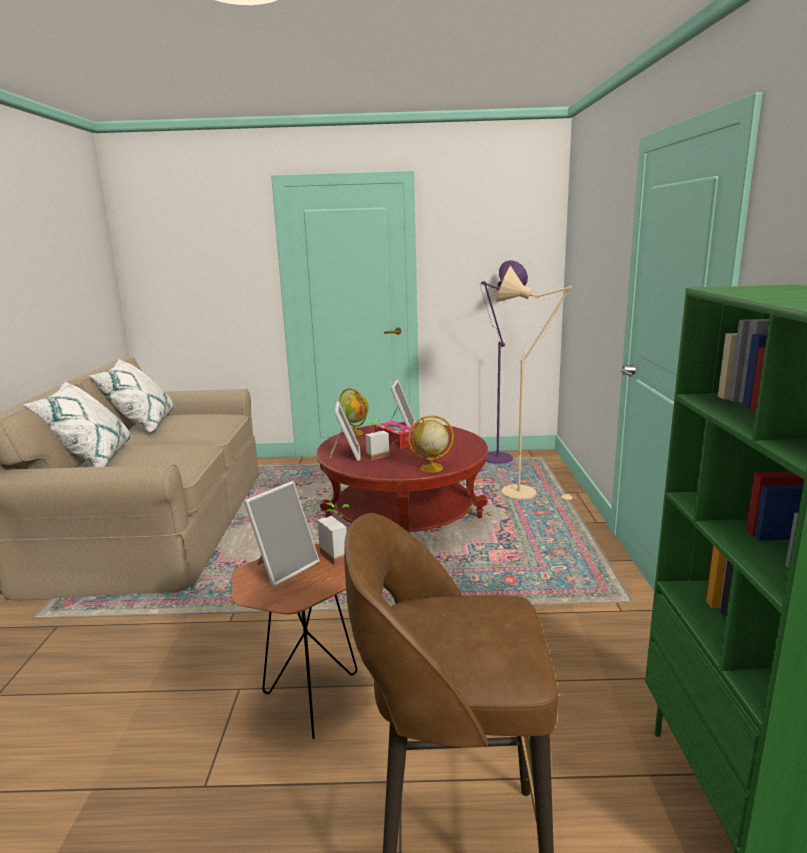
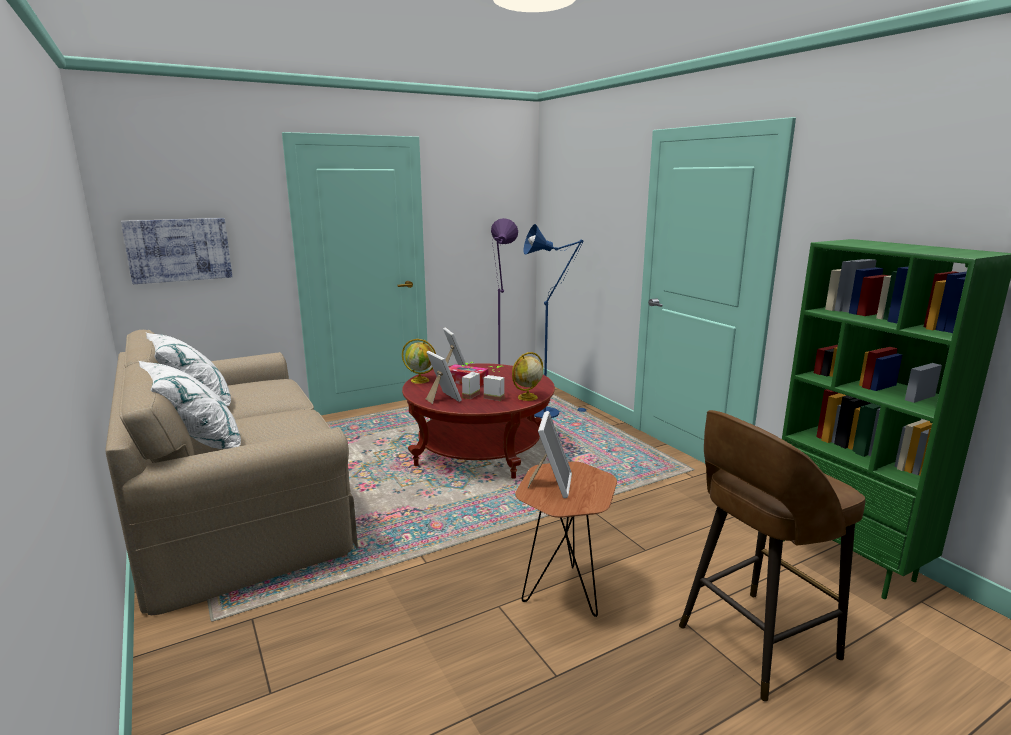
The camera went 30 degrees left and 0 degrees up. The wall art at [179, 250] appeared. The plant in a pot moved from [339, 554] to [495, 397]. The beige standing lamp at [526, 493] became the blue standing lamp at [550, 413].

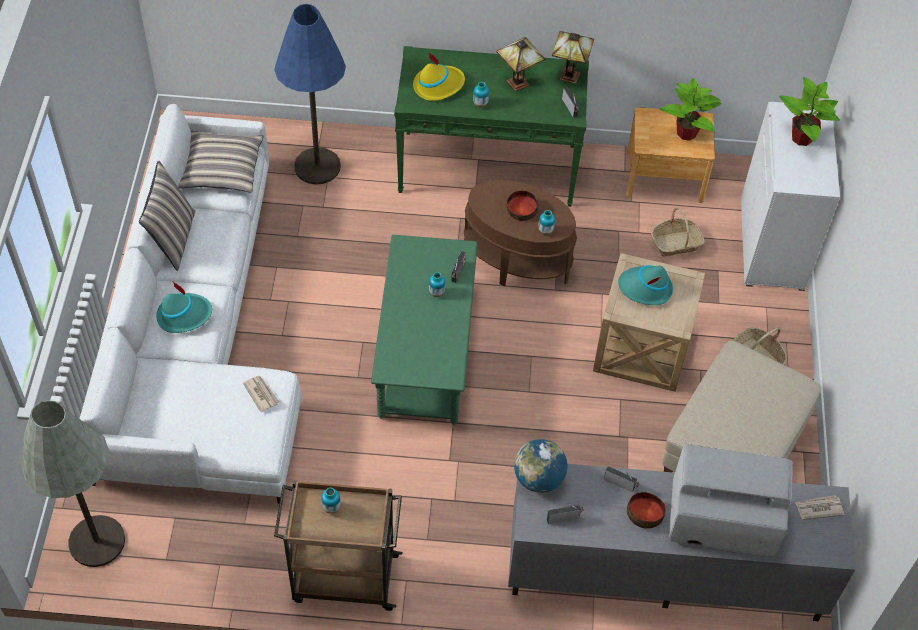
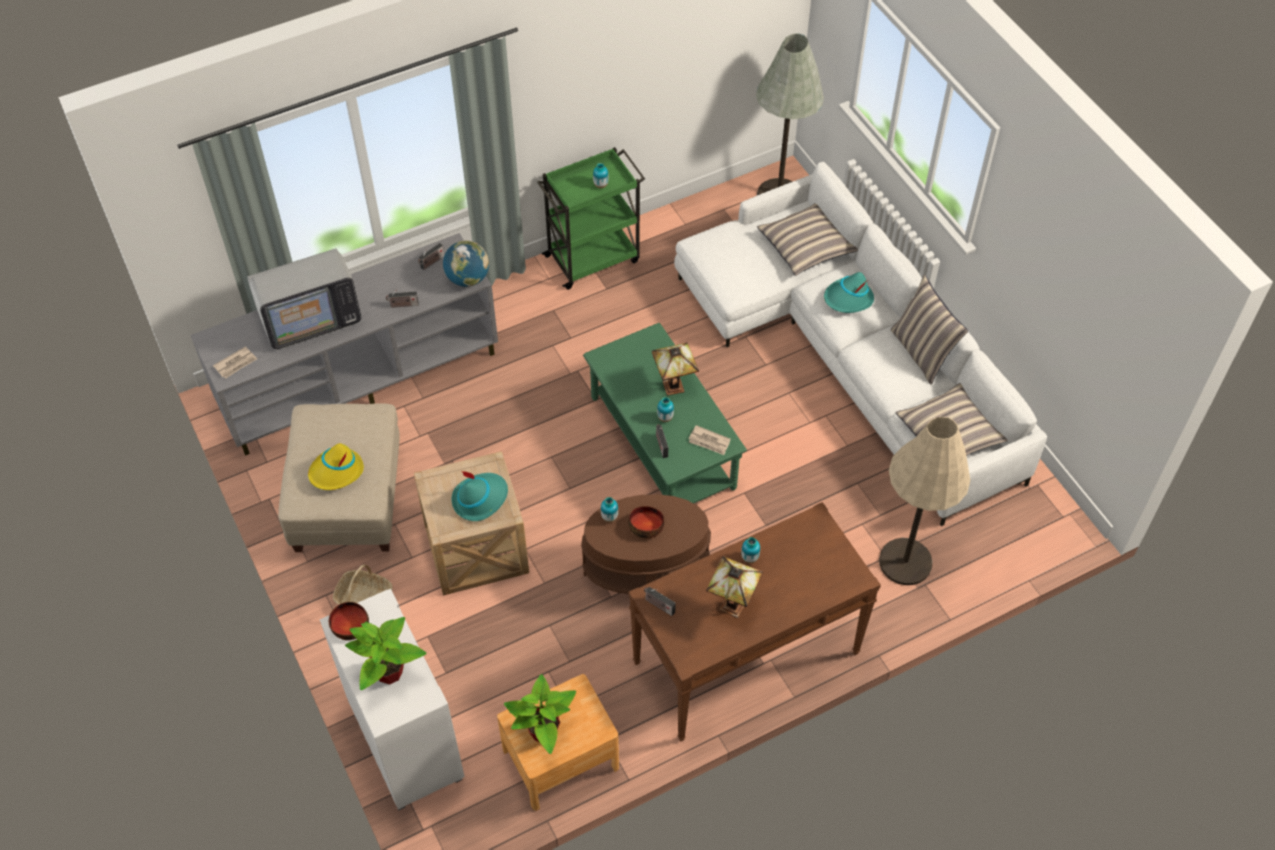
The camera went 150 degrees right and 0 degrees up. The yellow-coloured clothing hat moved from [438, 85] to [336, 472]. The serving bowl moved from [645, 514] to [349, 625]. The brown-coloured cart at [343, 578] became the greenish cart at [593, 258]. The greenish narrow table at [488, 168] became the brown-coloured narrow table at [745, 658]. The tabletop lamp moved from [568, 76] to [674, 385]. The printed paper moved from [261, 394] to [709, 442]. The throw pillow at [806, 246] appeared. The blue standing lamp at [317, 166] became the beige standing lamp at [905, 562]. The storage basket at [676, 243] disappeared.

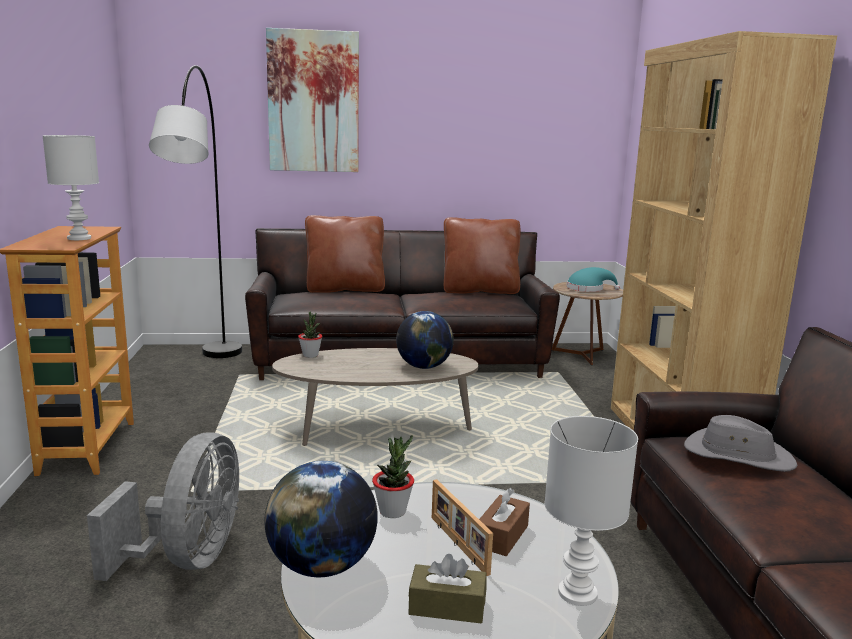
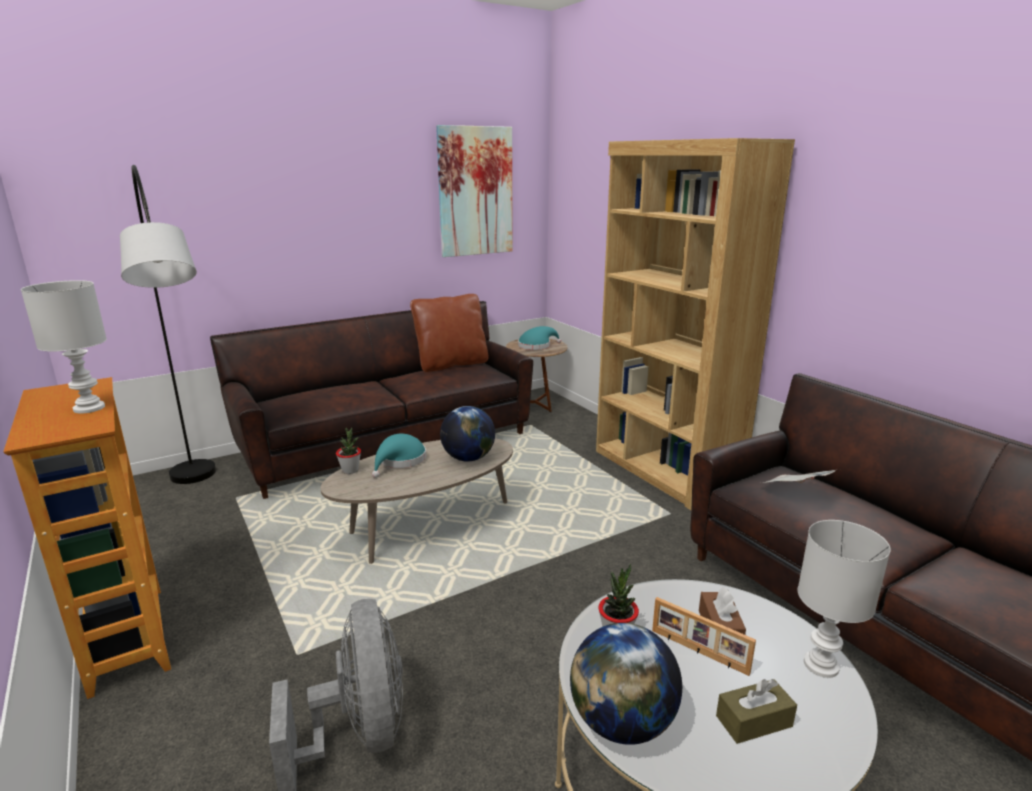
The camera went 25 degrees left and 5 degrees up. The blue-green clothing hat at [400, 461] appeared. The wall art moved from [313, 102] to [475, 192]. The gray clothing hat at [737, 455] was replaced by the printed paper at [795, 493]. The brown-coloured throw pillow at [345, 289] disappeared.

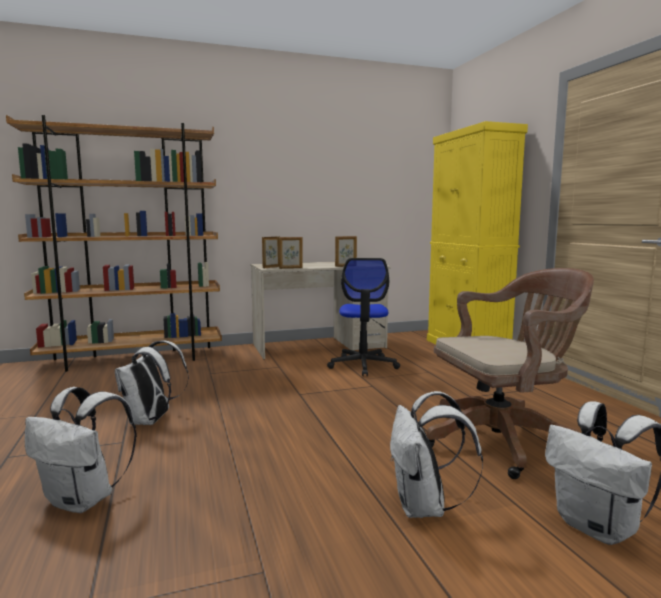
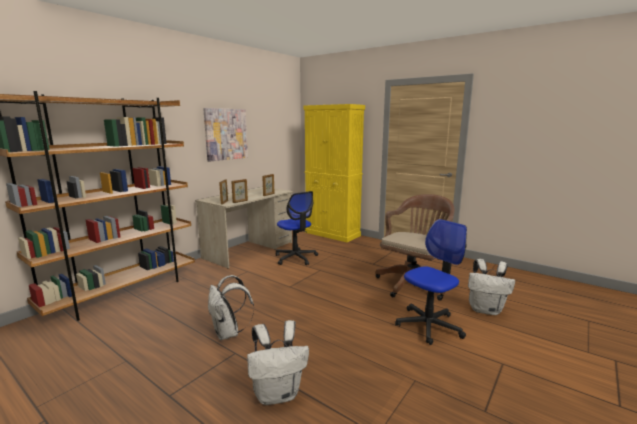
The camera went 35 degrees left and 5 degrees up. The wall art at [226, 134] appeared. The whitish knapsack at [424, 507] was replaced by the office chair at [429, 325].

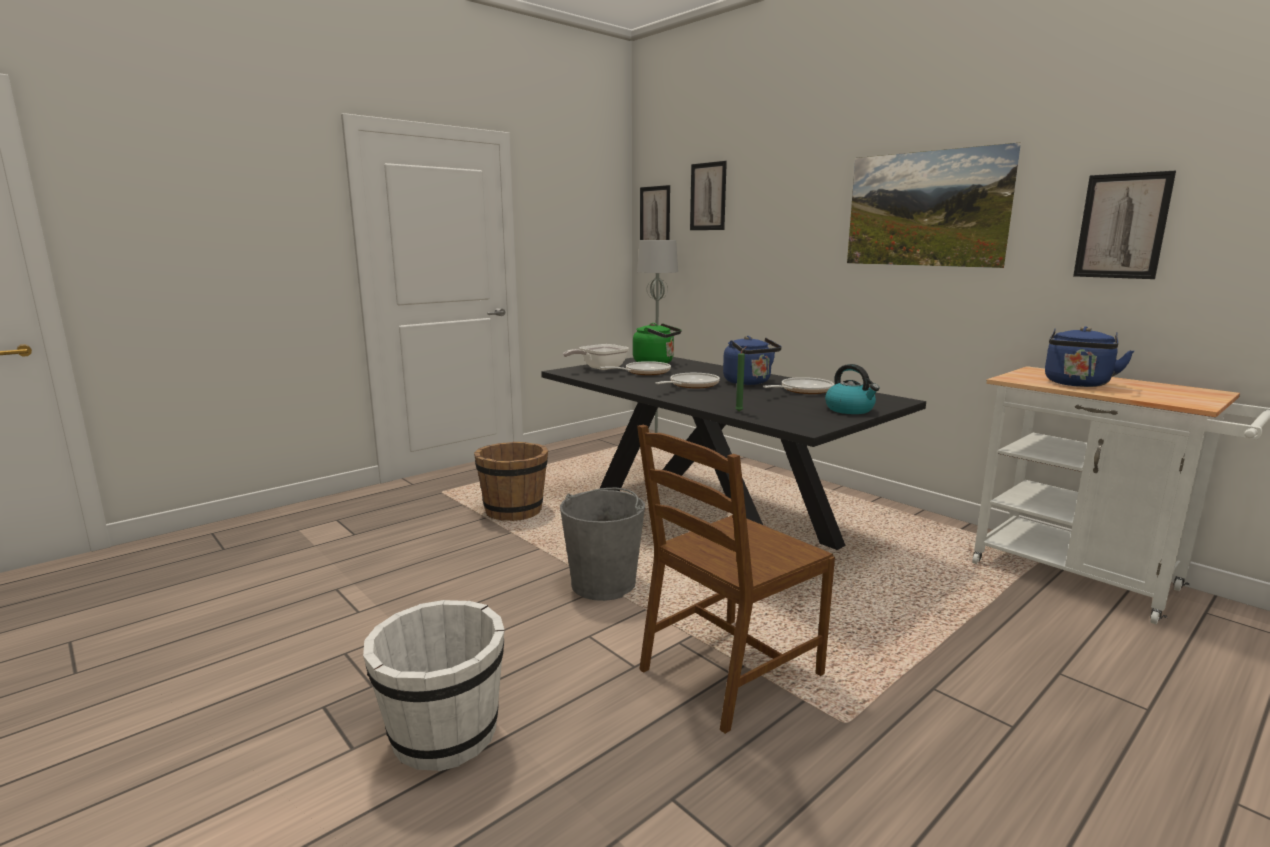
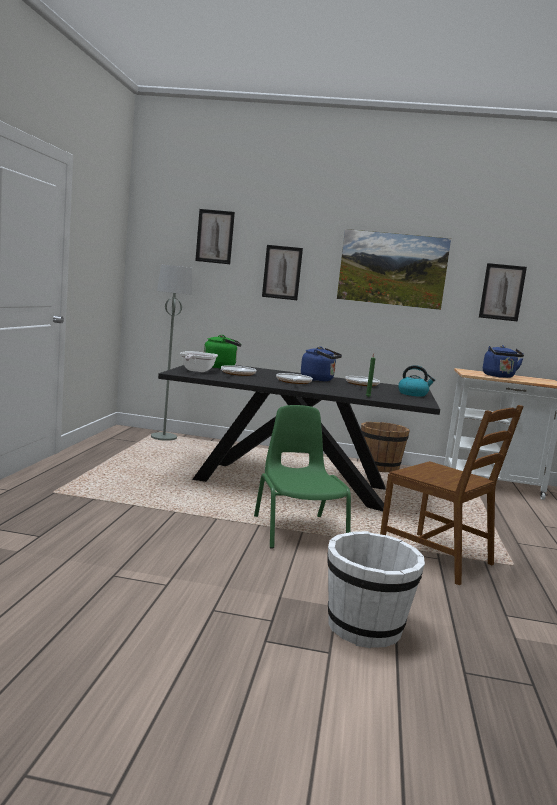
The camera went 40 degrees left and 5 degrees down. The gray water bucket at [604, 583] was replaced by the greenish plain chair at [298, 531]. The wall art moved from [655, 217] to [282, 272]. The brown-coloured water bucket moved from [514, 511] to [379, 467]. The brown-coloured plain chair at [729, 672] turned 60 degrees counterclockwise.

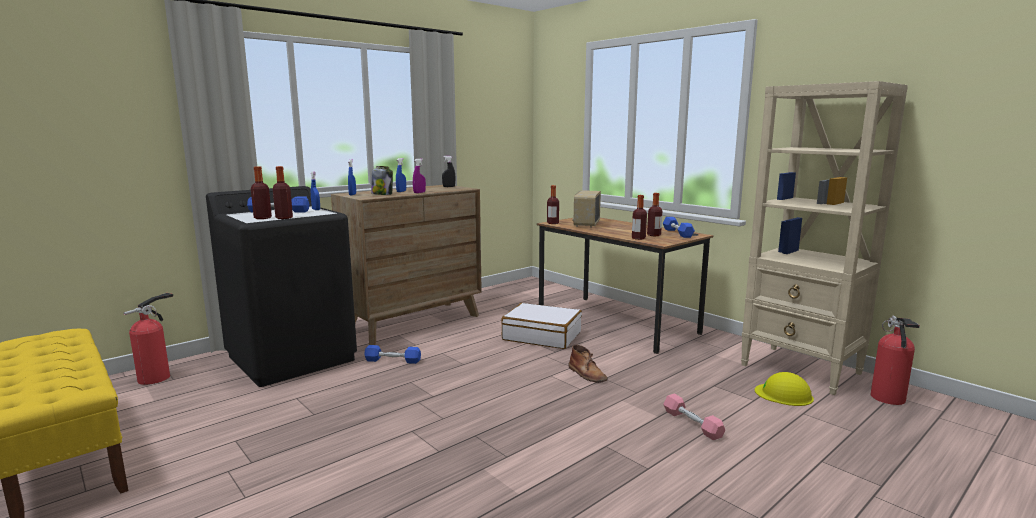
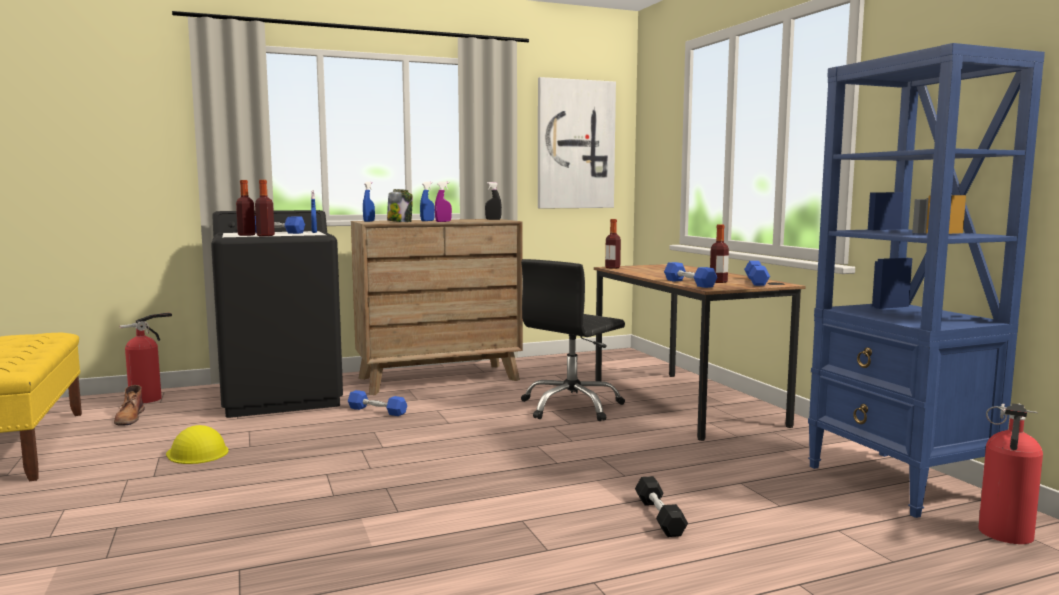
The camera went 20 degrees right and 5 degrees down. The brown-coloured tall boot moved from [587, 374] to [129, 418]. The yellow-coloured safety helmet moved from [784, 394] to [197, 453]. The whitish suitcase at [542, 336] was replaced by the black office chair at [571, 407]. The wall art at [575, 144] appeared. The pink-coloured hand weight at [692, 424] became the black hand weight at [659, 517]. The beverage bottle at [638, 238] was replaced by the blue hand weight at [689, 283]. The beige bookshelf at [801, 369] became the blue bookshelf at [899, 483]. The radio at [586, 224] disappeared.

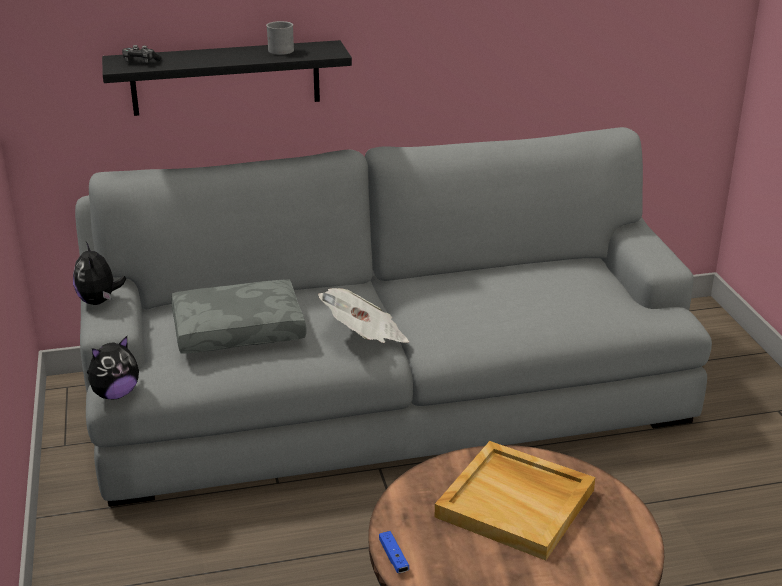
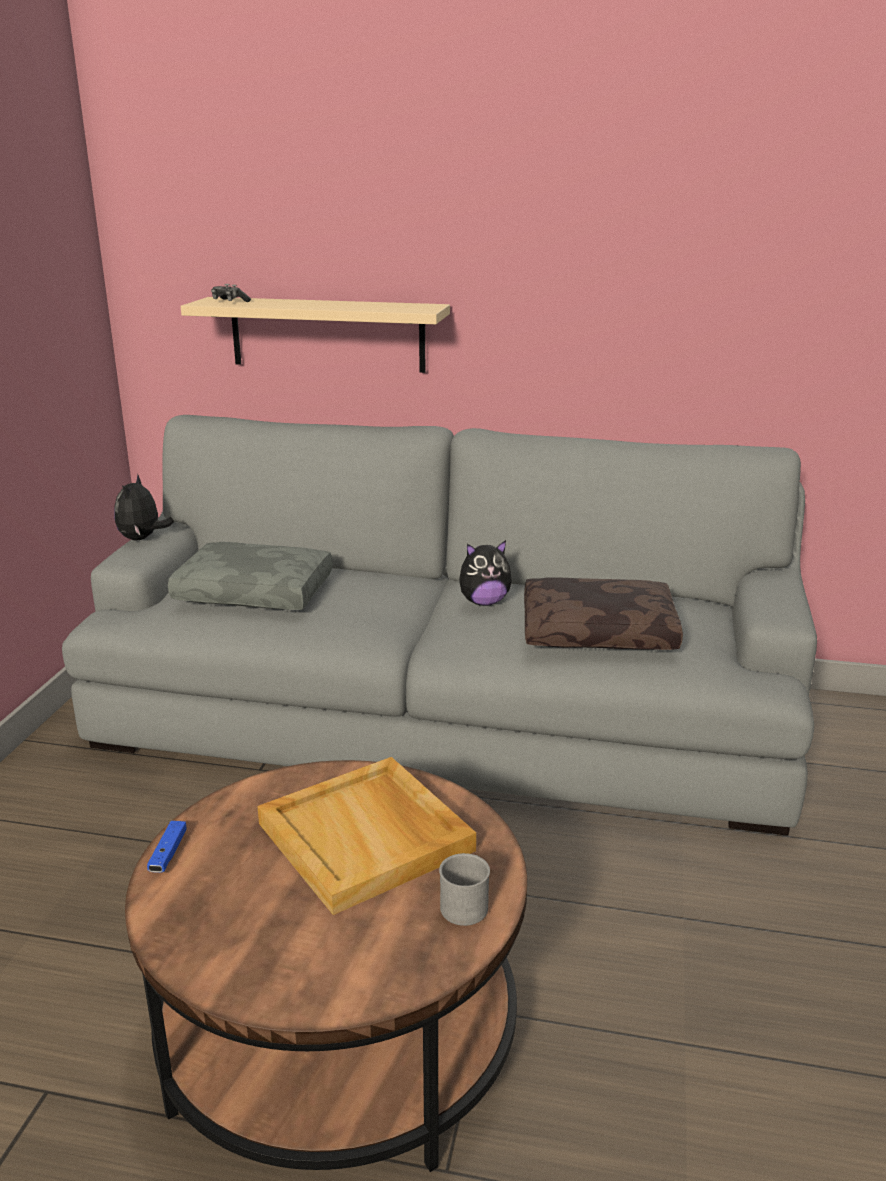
The camera went 25 degrees right and 5 degrees down. The black shelf at [226, 78] became the beige shelf at [327, 334]. The gray mug moved from [280, 49] to [466, 903]. The cuddly toy moved from [115, 394] to [484, 602]. The brown-coloured throw pillow at [599, 631] appeared. The printed paper at [365, 337] disappeared.

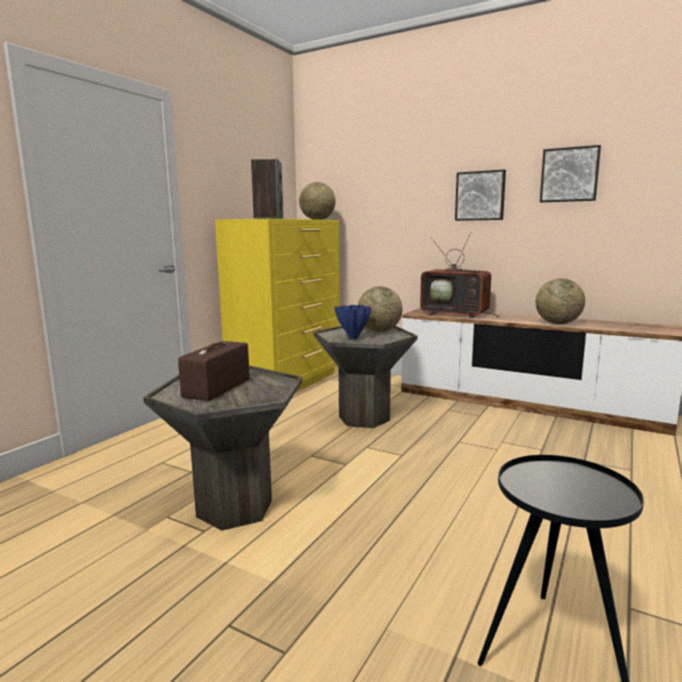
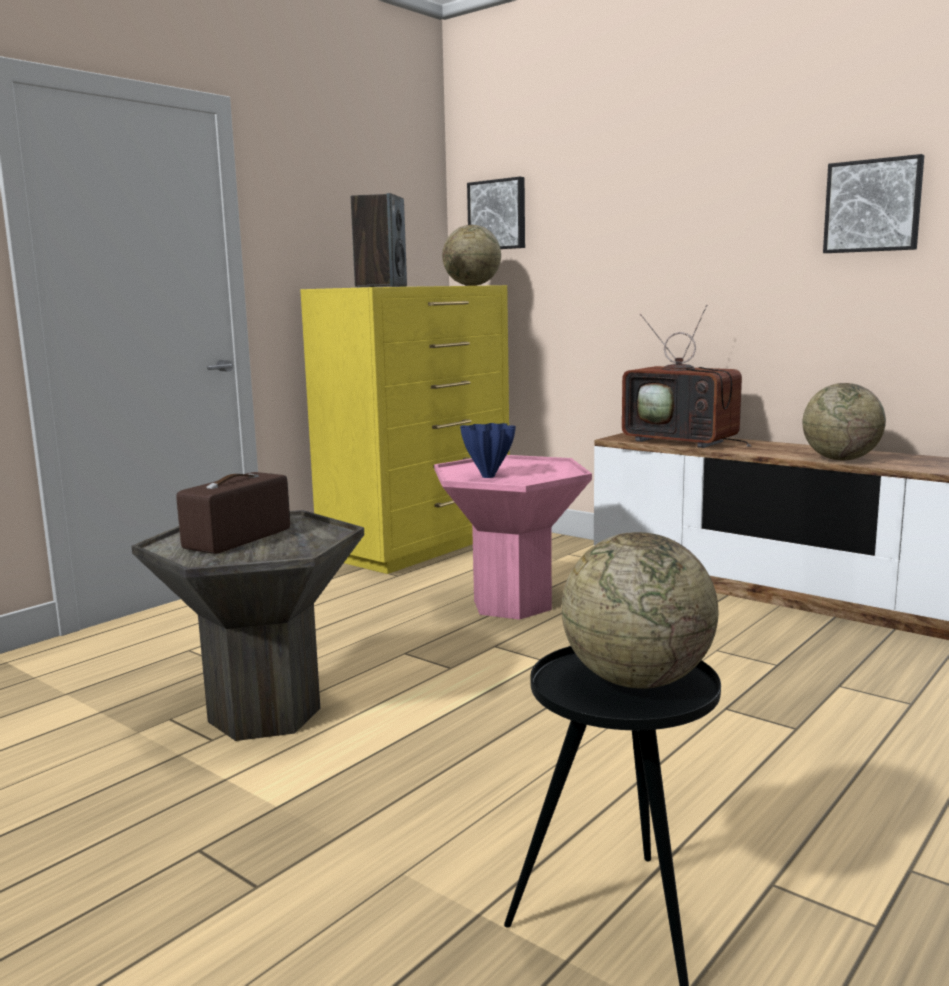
The camera went 10 degrees right and 0 degrees up. The gray side table at [364, 418] became the pink-coloured side table at [512, 605]. The wall art moved from [480, 196] to [498, 215]. The world globe moved from [379, 331] to [637, 680].

